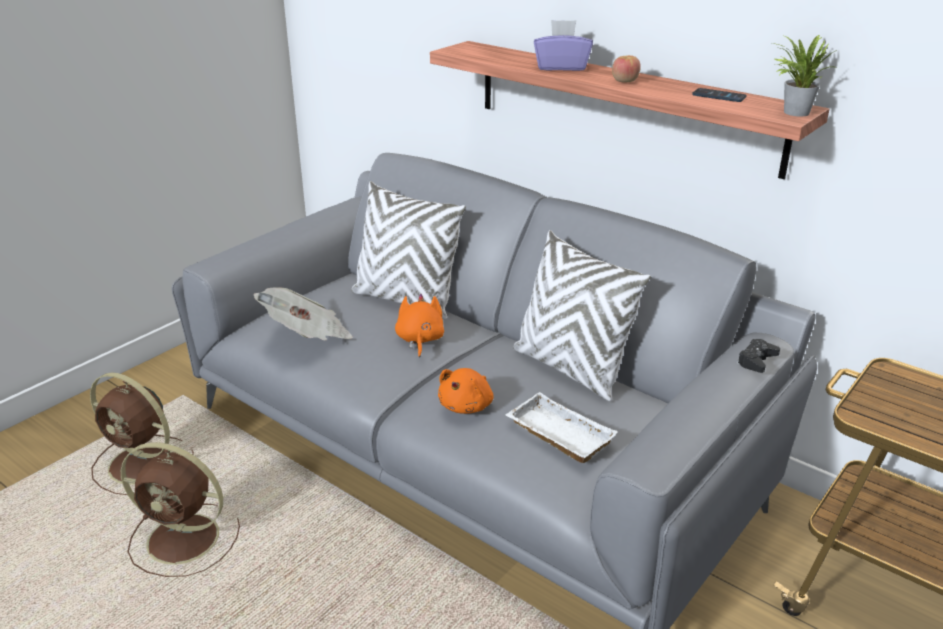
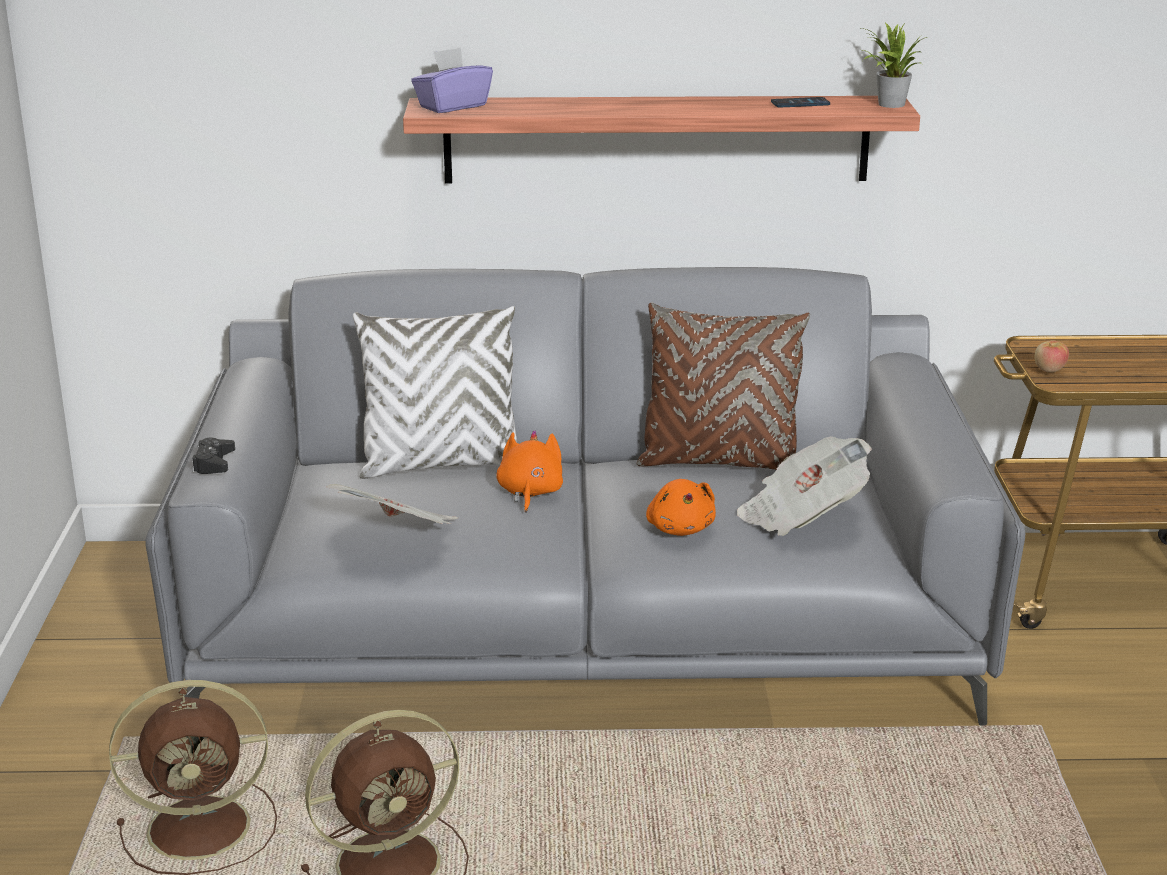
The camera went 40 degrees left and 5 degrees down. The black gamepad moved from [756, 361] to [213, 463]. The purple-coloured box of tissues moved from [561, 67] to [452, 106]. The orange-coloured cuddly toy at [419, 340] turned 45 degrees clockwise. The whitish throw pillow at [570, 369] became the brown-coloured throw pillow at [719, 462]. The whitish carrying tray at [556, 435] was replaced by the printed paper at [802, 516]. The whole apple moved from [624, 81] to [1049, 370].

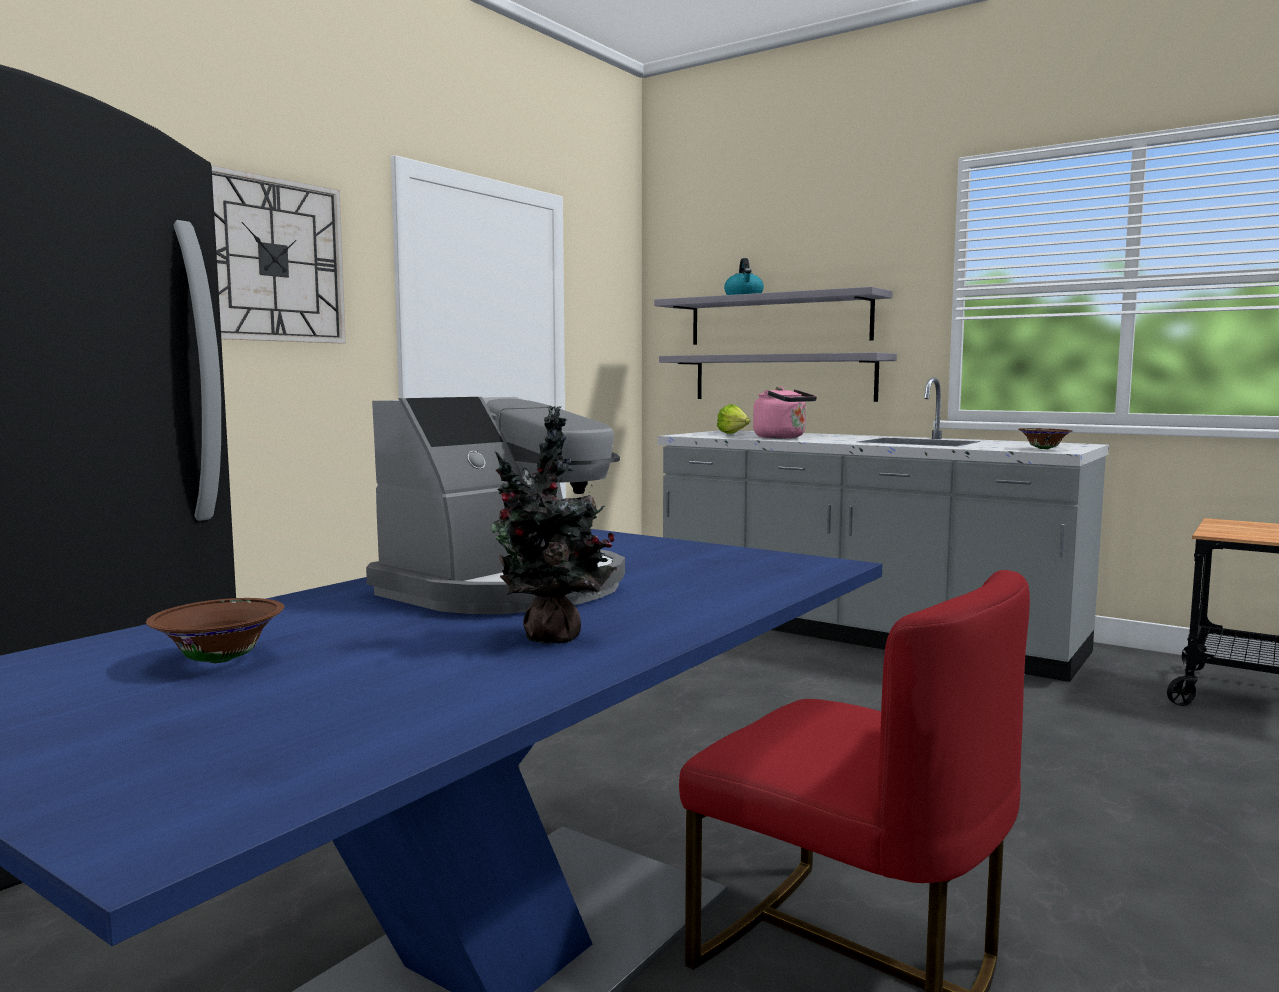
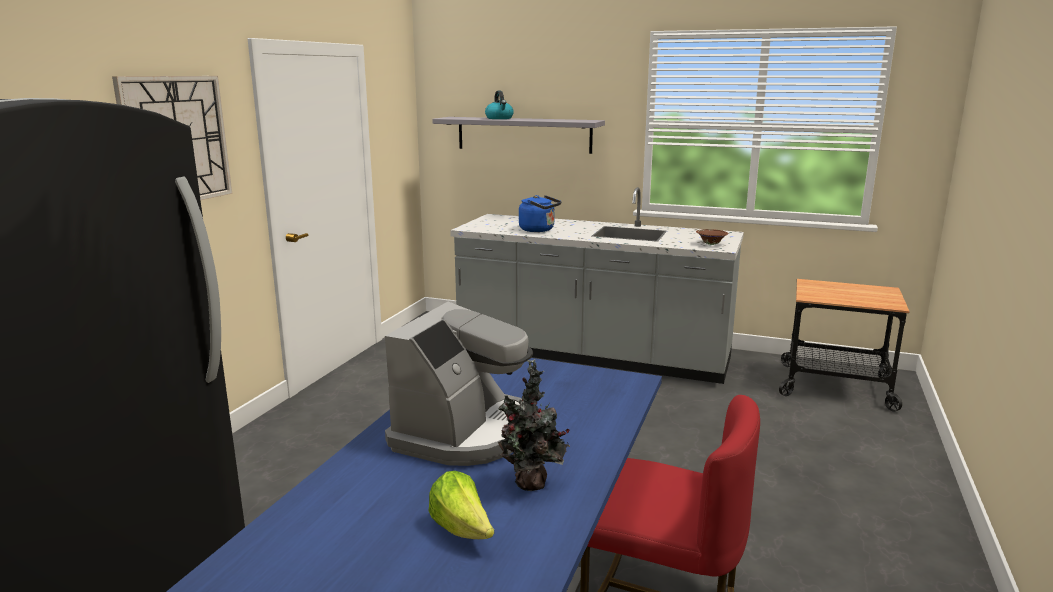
The camera went 15 degrees left and 10 degrees up. The lettuce moved from [734, 434] to [462, 530]. The pink-coloured kettle at [782, 437] became the blue kettle at [539, 230]. The brown-coloured serving bowl at [220, 660] disappeared. The gray shelf at [783, 377] disappeared.

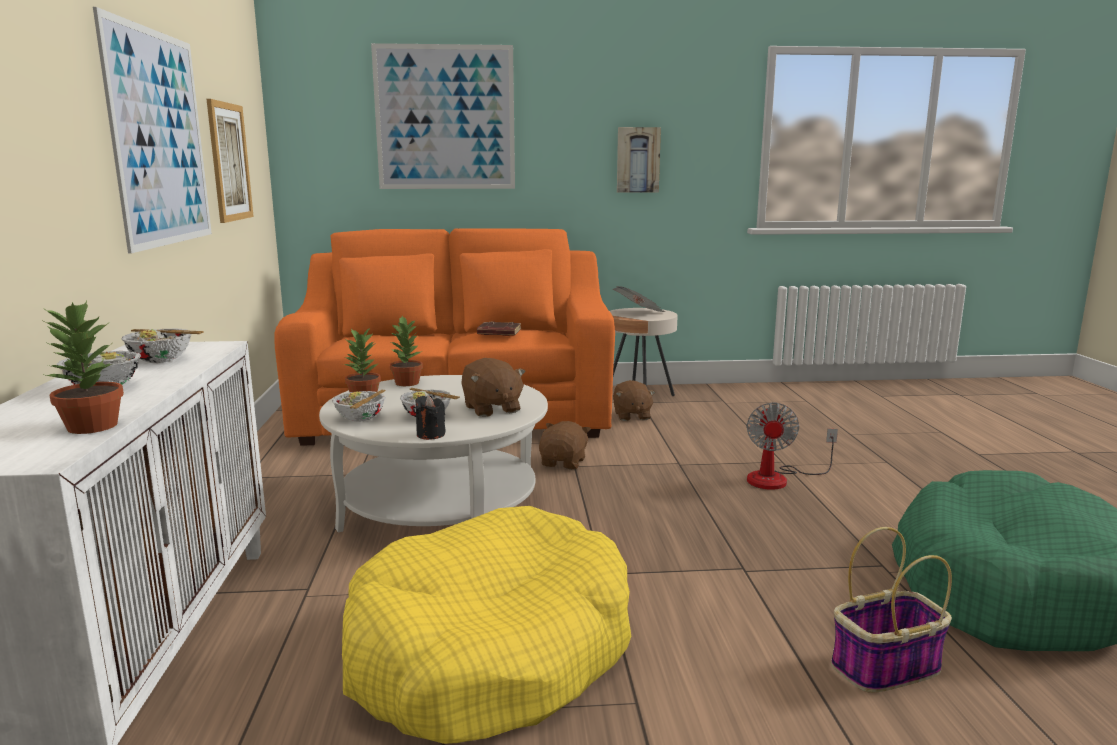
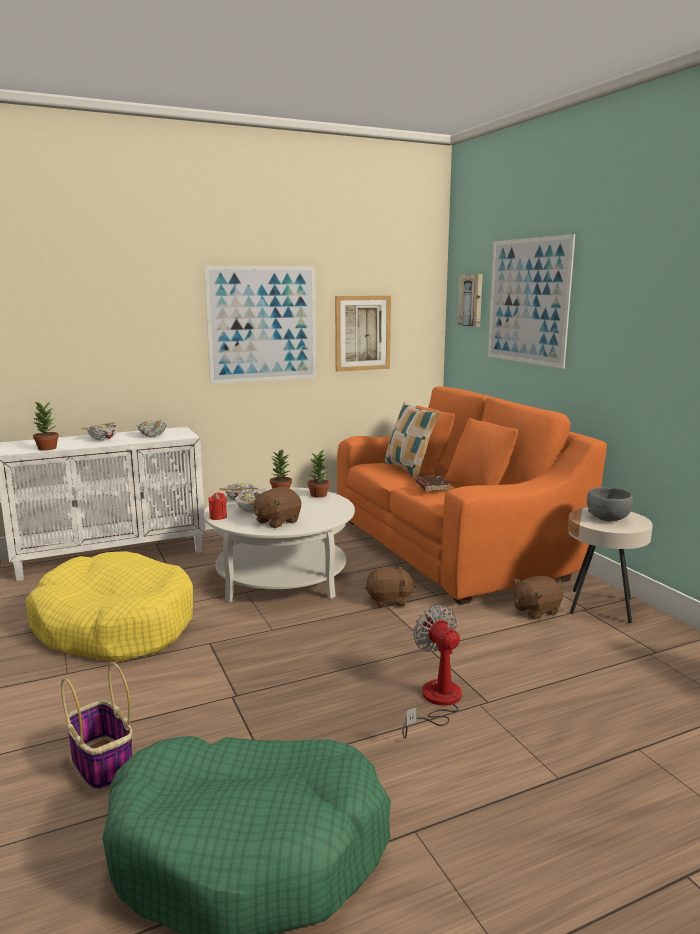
The camera went 70 degrees right and 0 degrees up. The black wax candle at [430, 435] became the red wax candle at [218, 517]. The throw pillow at [408, 469] appeared. The electric fan at [778, 478] turned 75 degrees clockwise. The wall art moved from [637, 160] to [471, 300]. The printed paper at [639, 313] was replaced by the gray serving bowl at [608, 518].

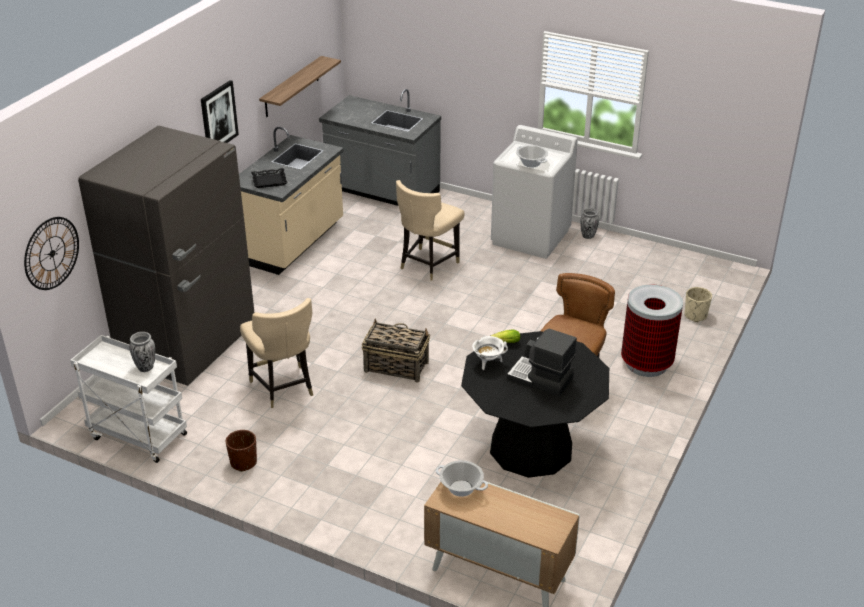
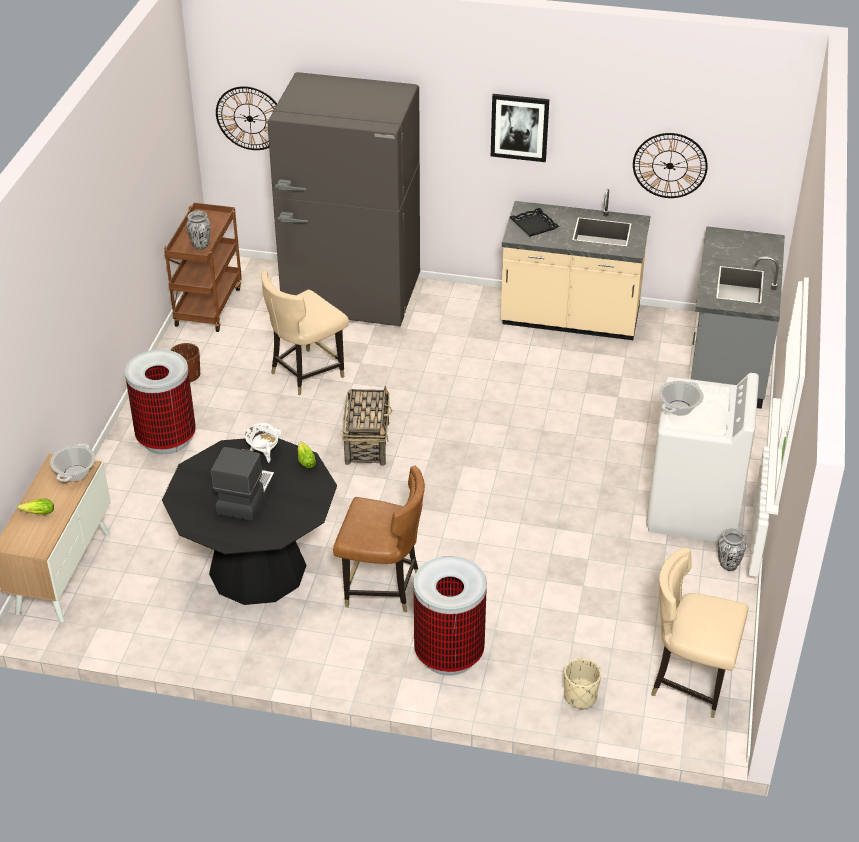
The camera went 75 degrees right and 5 degrees up. The lettuce at [37, 513] appeared. The trash can at [166, 438] appeared. The whitish cart at [137, 436] became the brown-coloured cart at [208, 305]. The shelf at [292, 87] was replaced by the hanging clock at [670, 165]. The beige plain chair moved from [428, 264] to [690, 682].

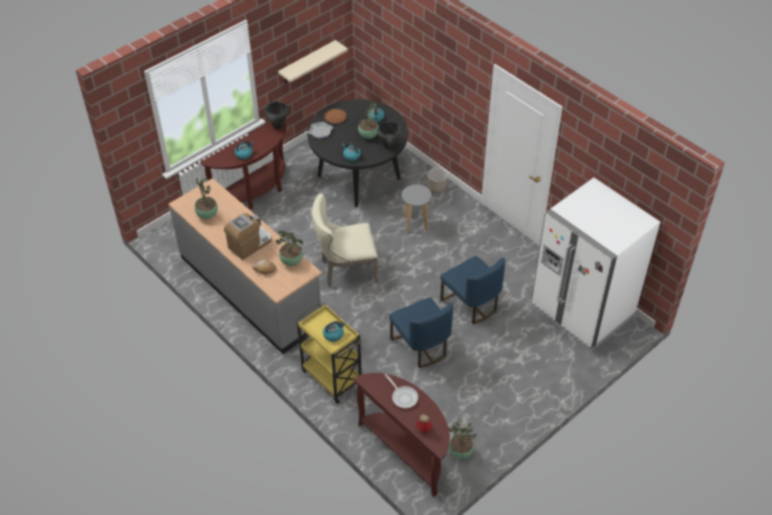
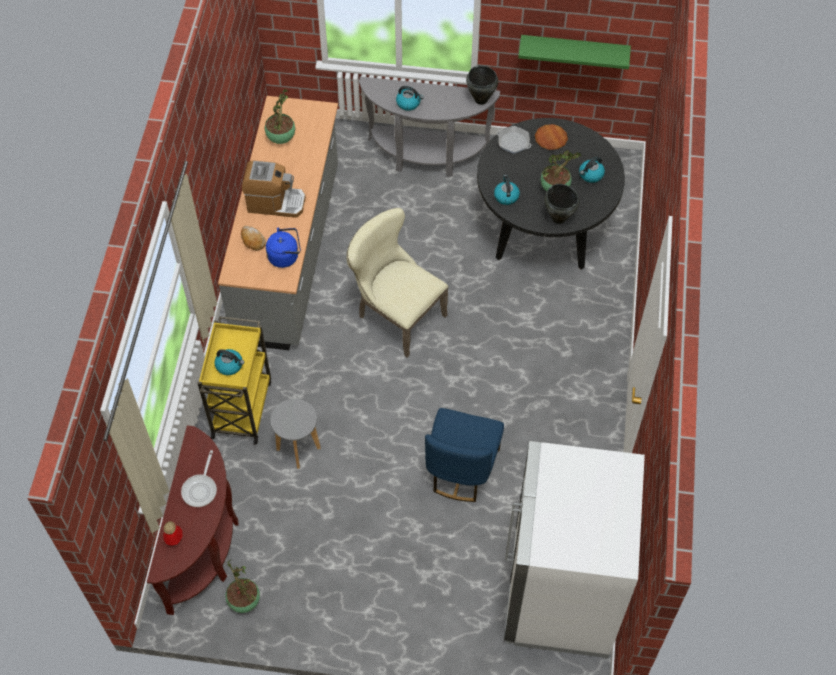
The camera went 50 degrees right and 10 degrees up. The plant in a pot at [292, 262] was replaced by the blue kettle at [285, 256]. The gray stool moved from [415, 224] to [298, 449]. The brown-coloured narrow table at [256, 192] became the gray narrow table at [426, 156]. The beige shelf at [307, 63] became the greenish shelf at [574, 50]. The blue plain chair at [420, 346] disappeared. The flower pot at [437, 187] disappeared.

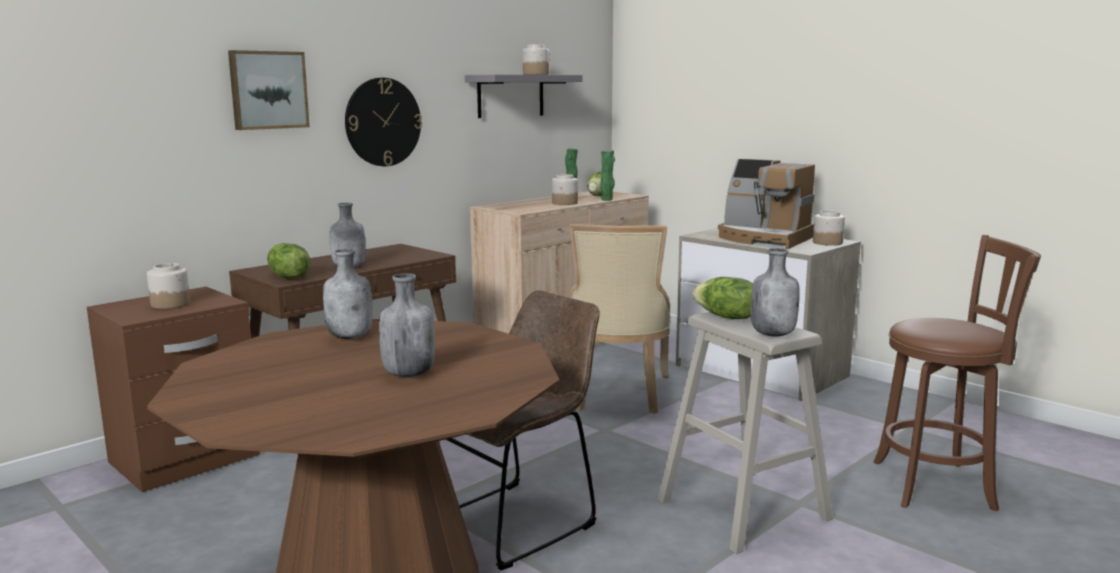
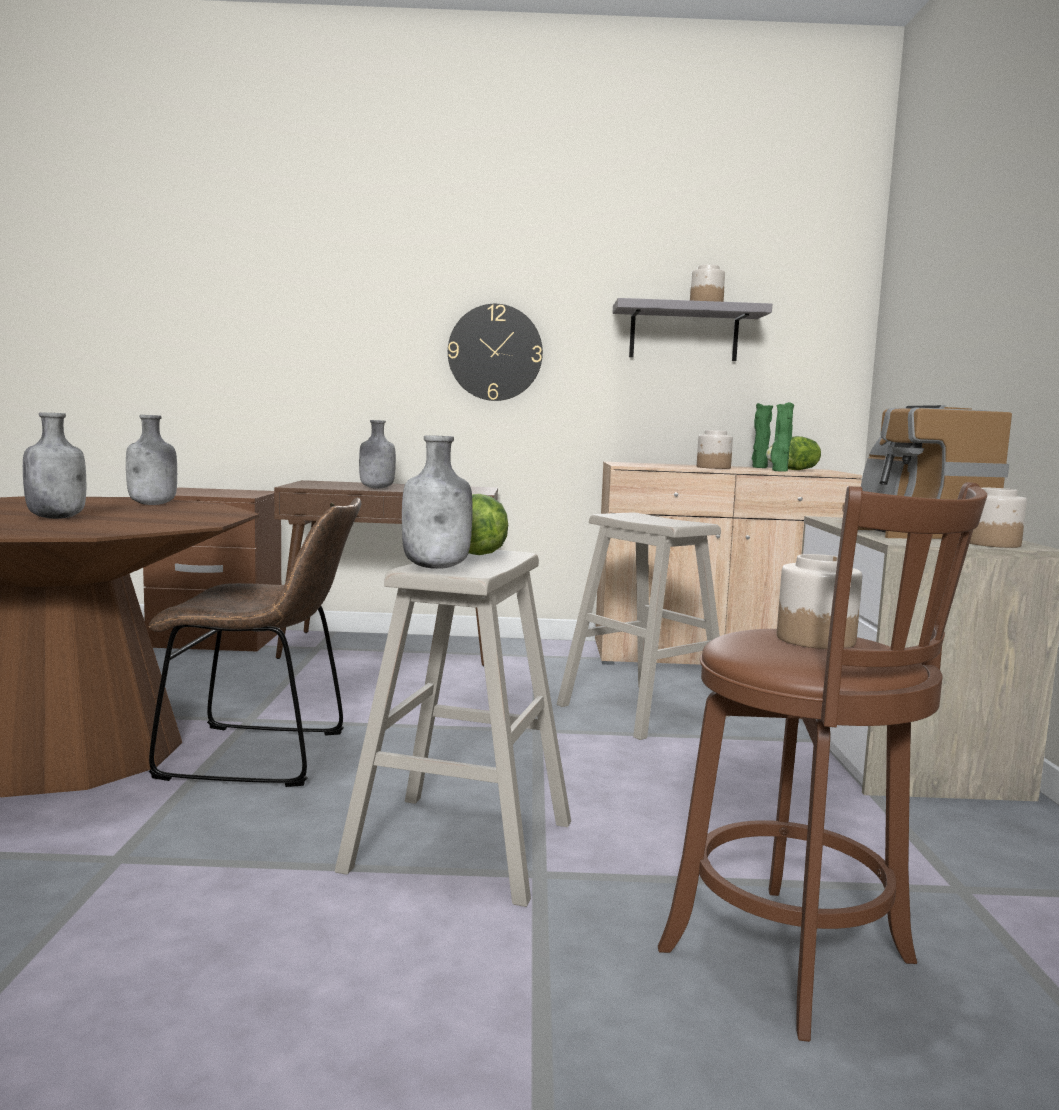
The camera went 45 degrees right and 5 degrees down. The beige plain chair at [618, 394] was replaced by the beige stool at [641, 710]. The jar moved from [170, 304] to [816, 639]. The wall art at [268, 90] disappeared. The lettuce at [287, 277] disappeared.

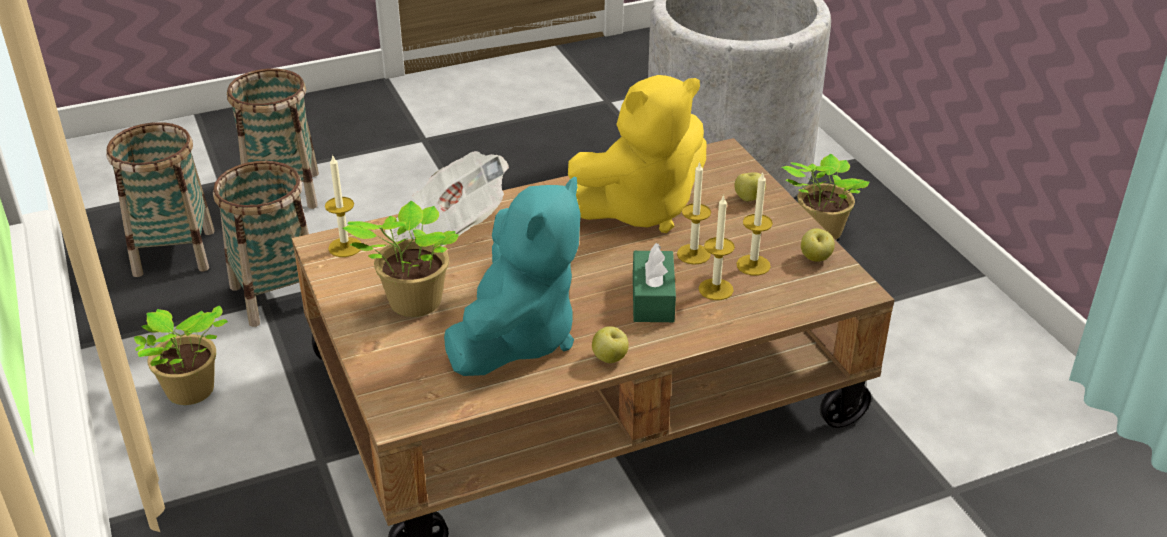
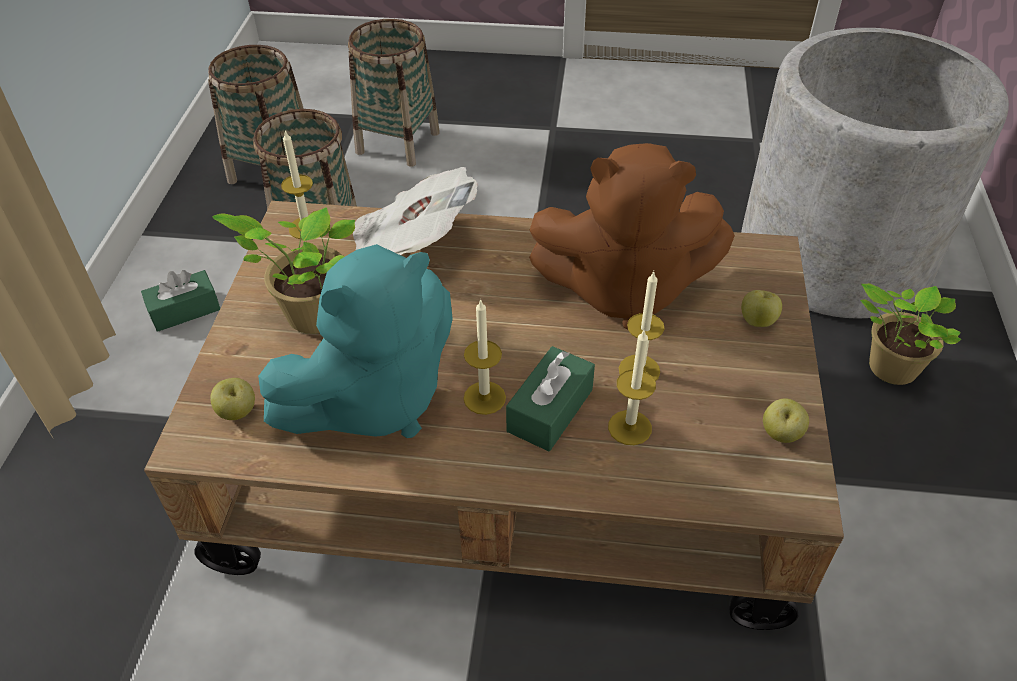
The camera went 30 degrees right and 10 degrees up. The plant in a pot at [190, 393] was replaced by the greenish box of tissues at [185, 310]. The whole apple moved from [610, 358] to [237, 412]. The wax candle moved from [753, 265] to [484, 398]. The yellow-coloured cuddly toy at [640, 209] became the brown-coloured cuddly toy at [624, 289].

